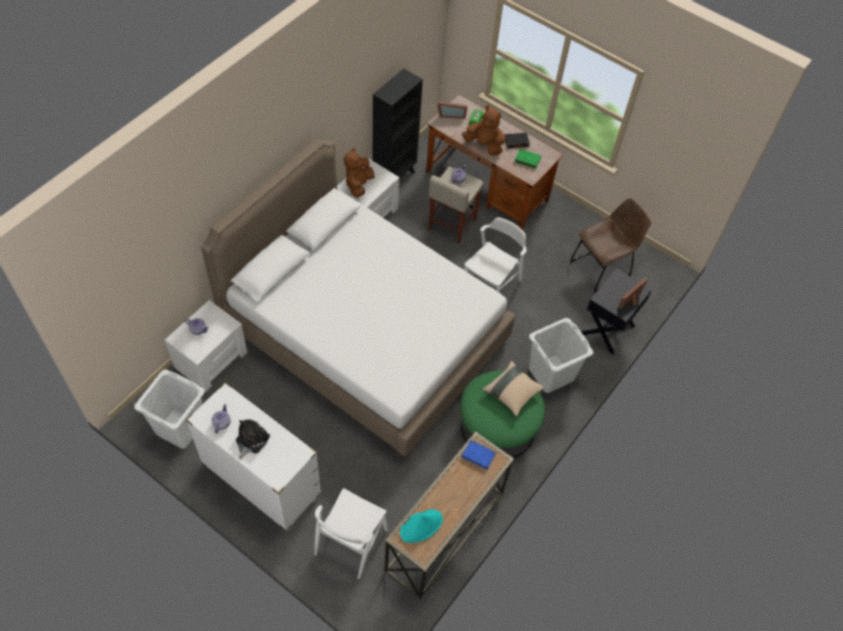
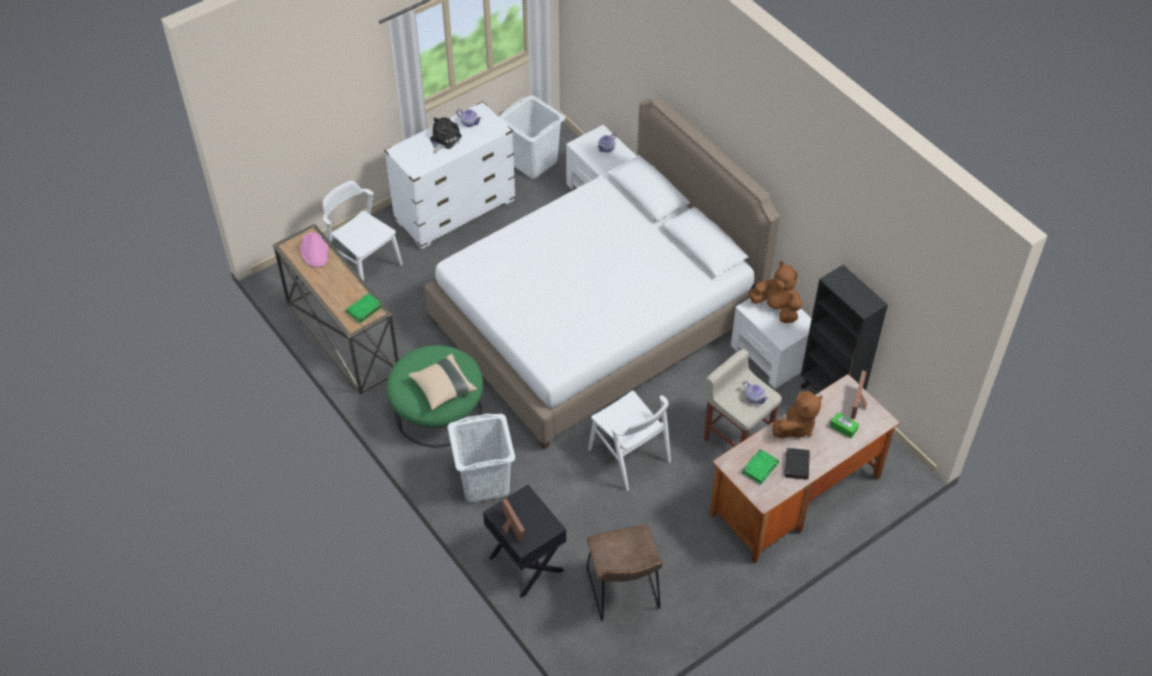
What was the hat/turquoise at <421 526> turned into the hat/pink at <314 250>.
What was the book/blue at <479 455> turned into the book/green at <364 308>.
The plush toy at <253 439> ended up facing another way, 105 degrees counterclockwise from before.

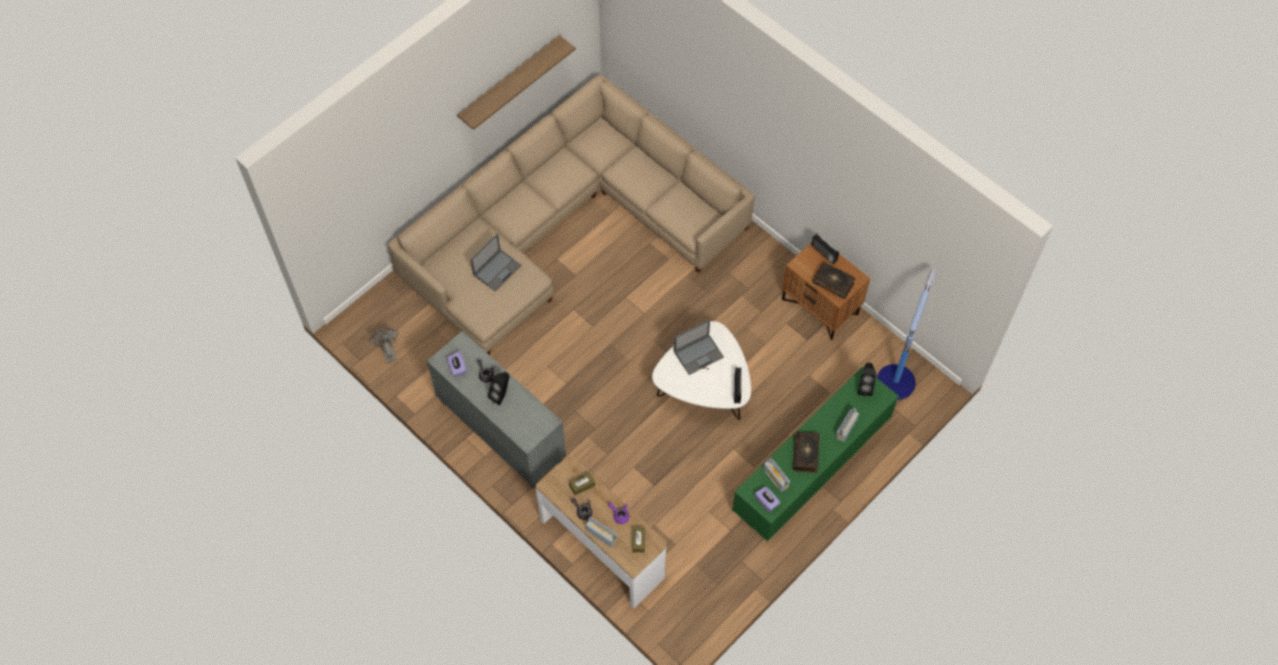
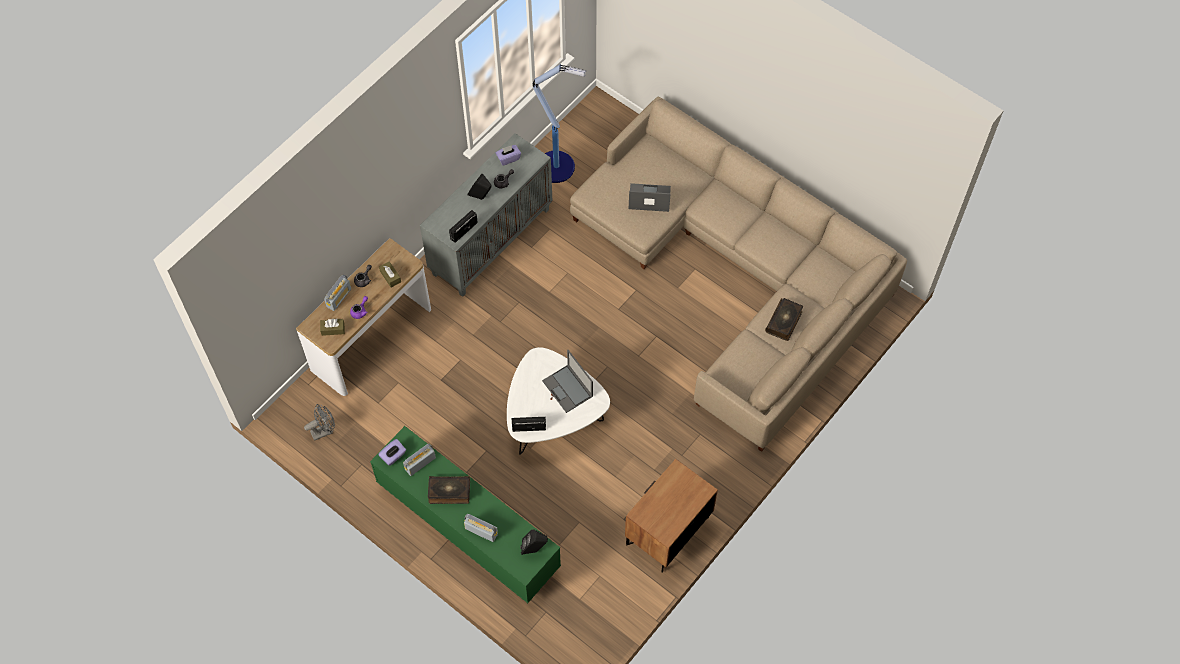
The second view lost the shelf at <516 82>.
The fan/grey ended up elsewhere, having gone from <384 345> to <319 422>.
The radio ended up elsewhere, having gone from <825 248> to <463 226>.
The book ended up elsewhere, having gone from <833 280> to <784 319>.
The floor lamp ended up elsewhere, having gone from <906 334> to <559 123>.
The laptop at <496 262> ended up facing another way, 150 degrees clockwise from before.

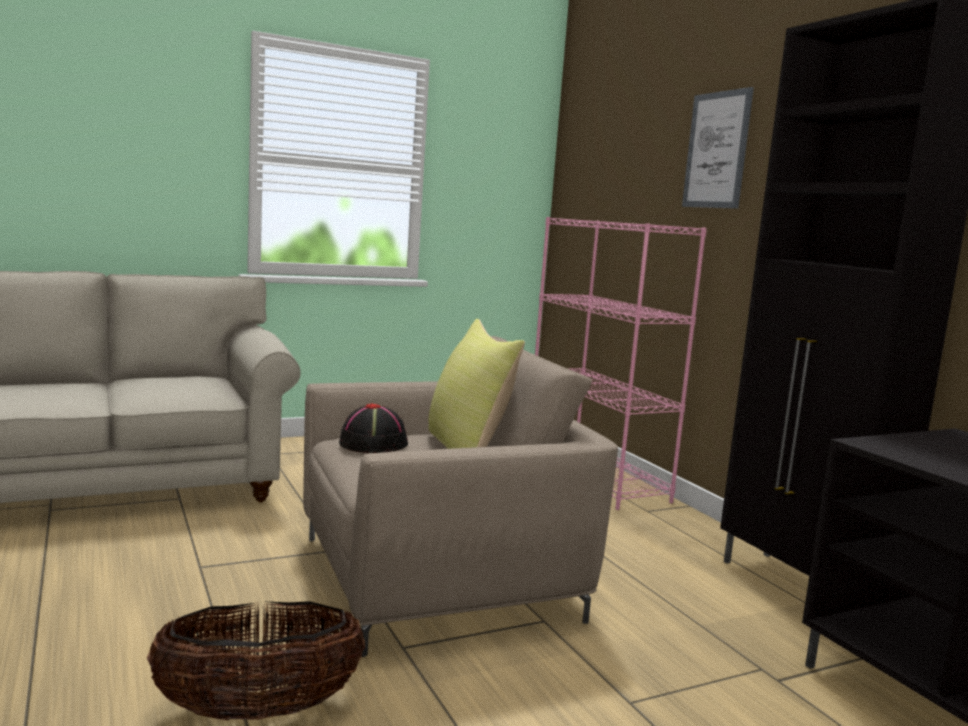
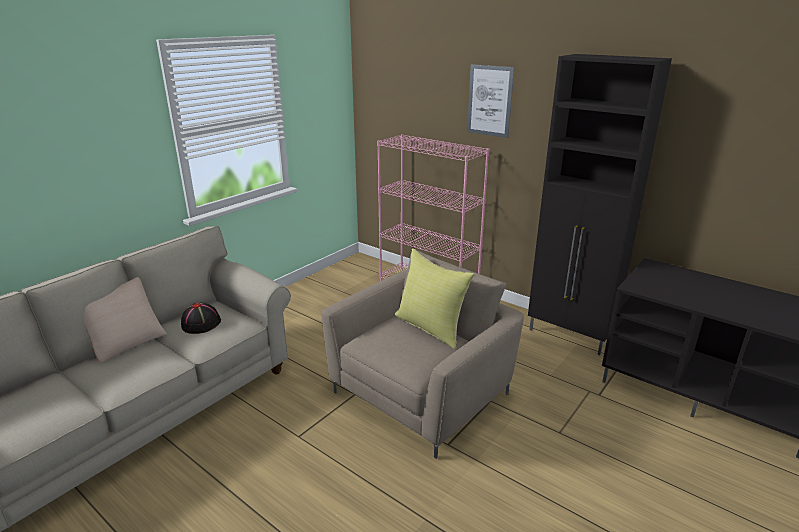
The second view lost the basket at <255 660>.
The second view gained the pillow/beige at <125 320>.
The hat/black ended up elsewhere, having gone from <373 428> to <201 318>.

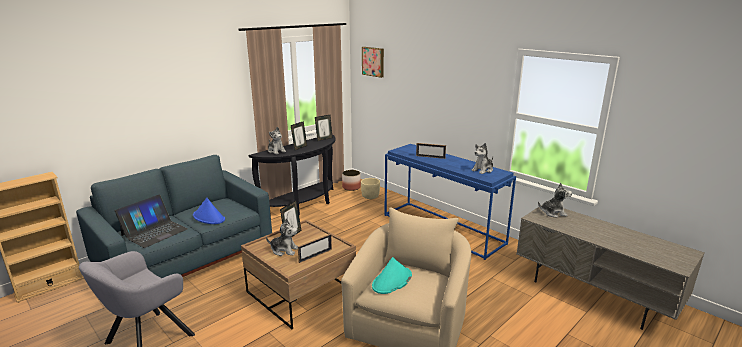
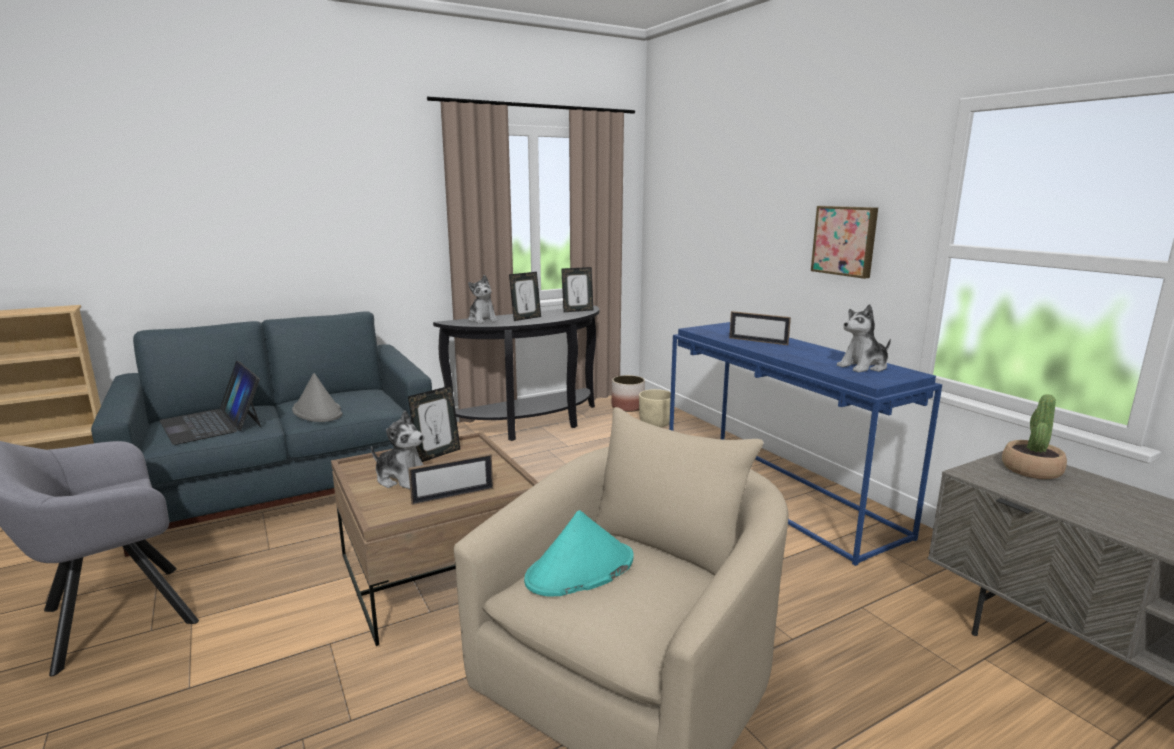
The picture ended up elsewhere, having gone from <373 62> to <844 242>.
Where the plush toy stood at <555 200>, the potted plant came to stand at <1034 436>.
What was the hat/blue at <209 211> turned into the hat/grey at <317 397>.
The laptop at <151 221> ended up facing another way, 90 degrees clockwise from before.

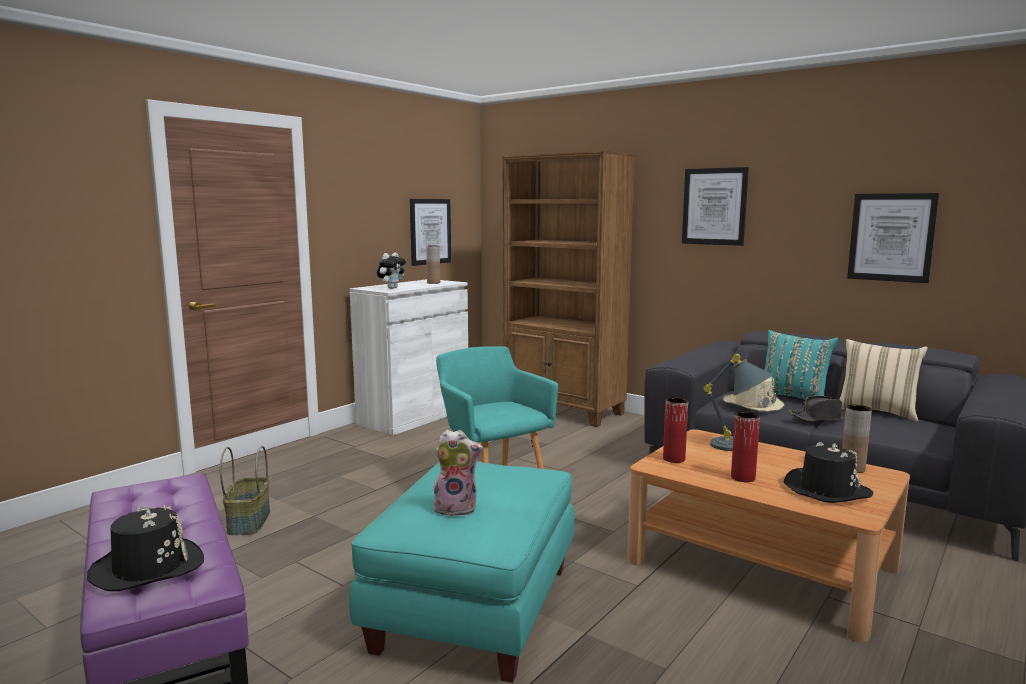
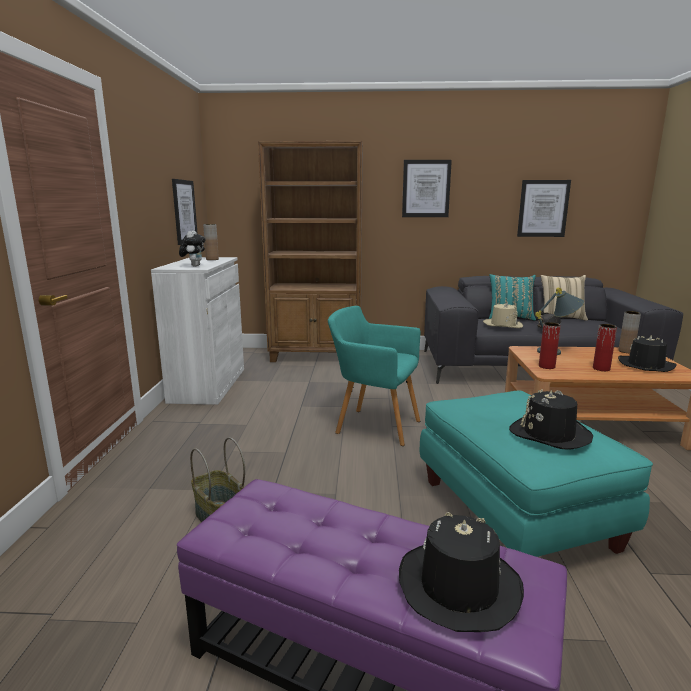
Where the plush toy stood at <457 473>, the hat/black came to stand at <551 419>.

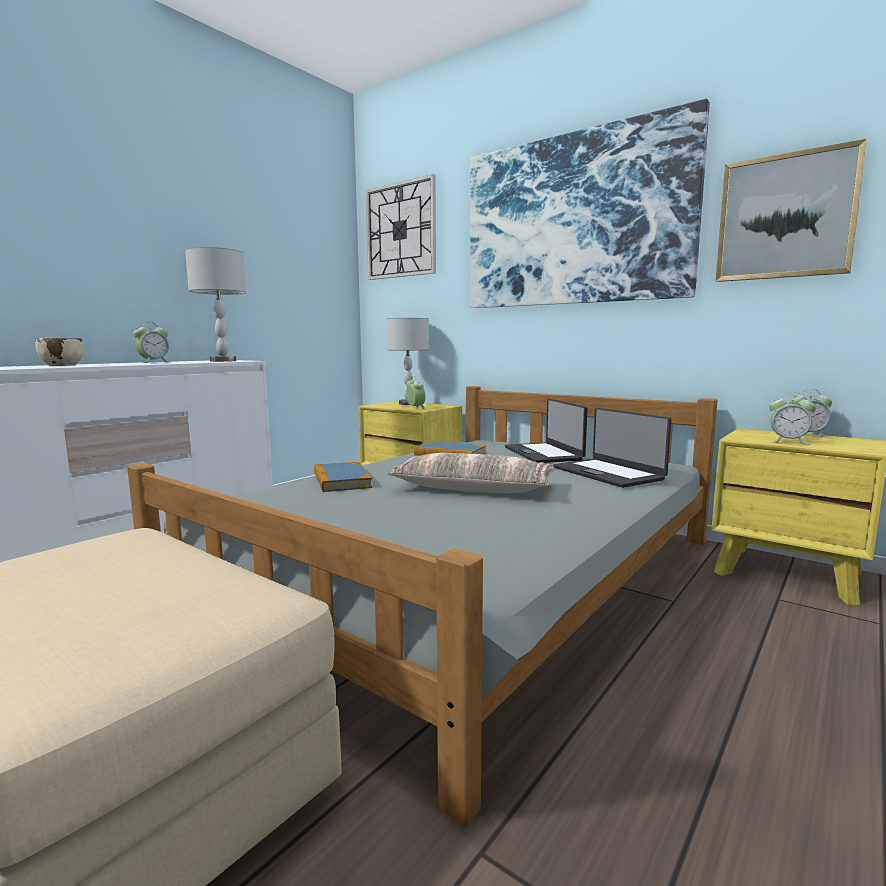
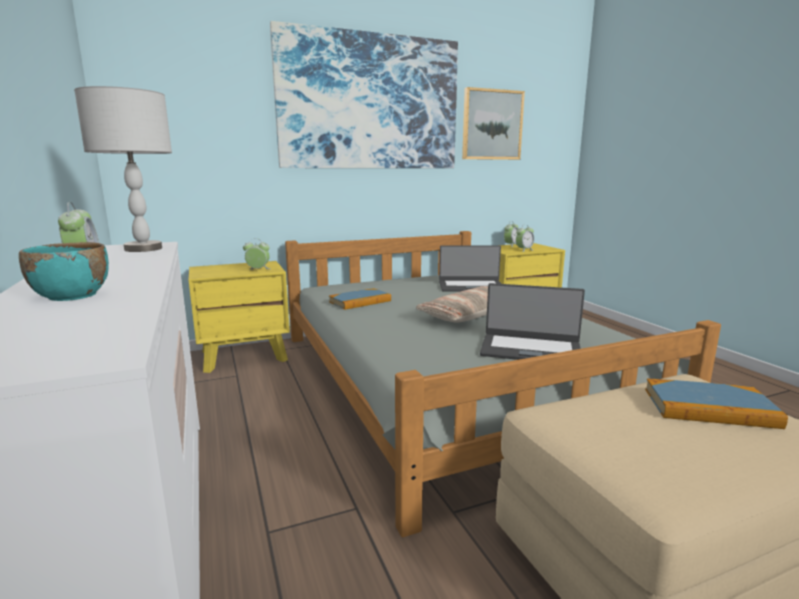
The second view lost the wall clock at <400 227>.
The second view lost the table lamp/grey at <407 361>.
The book ended up elsewhere, having gone from <343 477> to <716 403>.
The laptop ended up elsewhere, having gone from <546 430> to <532 321>.
What was the bowl/beige at <59 352> turned into the bowl/turquoise at <64 271>.

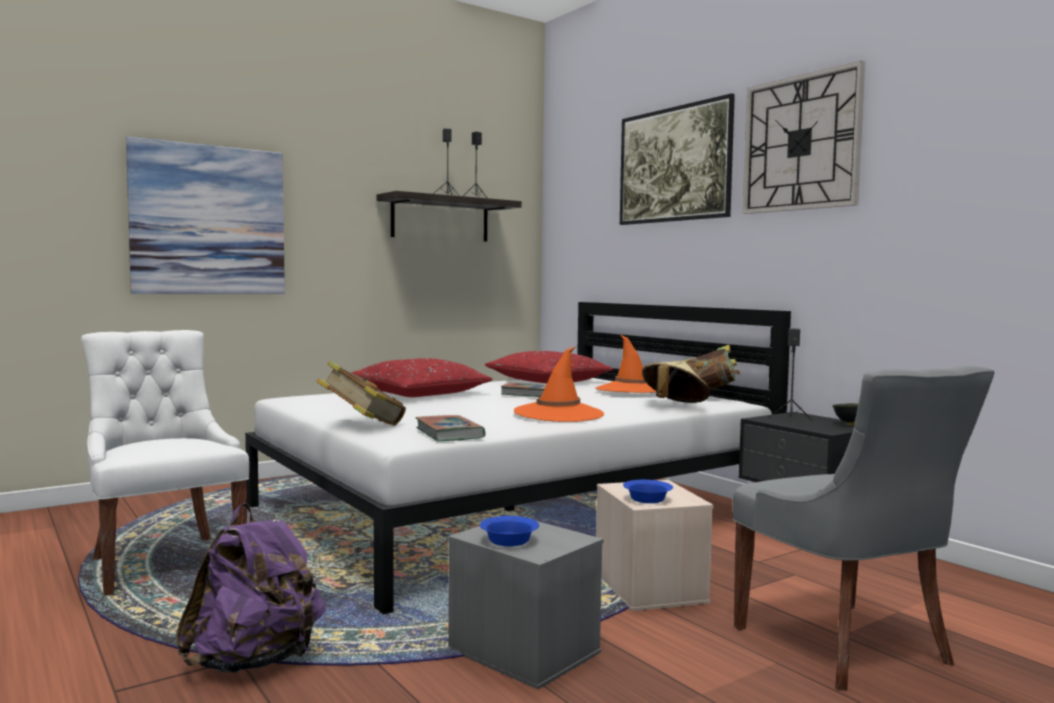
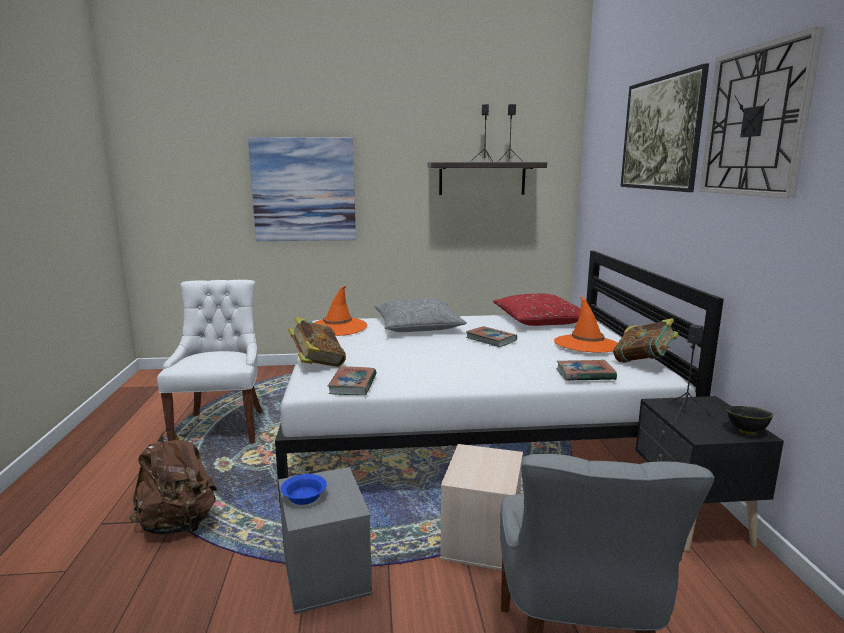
The second view lost the bowl/blue at <648 491>.
The hat/orange ended up elsewhere, having gone from <559 384> to <340 310>.
Where the hat/beige stood at <676 382>, the book came to stand at <586 370>.
What was the backpack/purple at <250 588> turned into the backpack/brown at <173 481>.
What was the pillow/red at <421 377> turned into the pillow/grey at <420 315>.

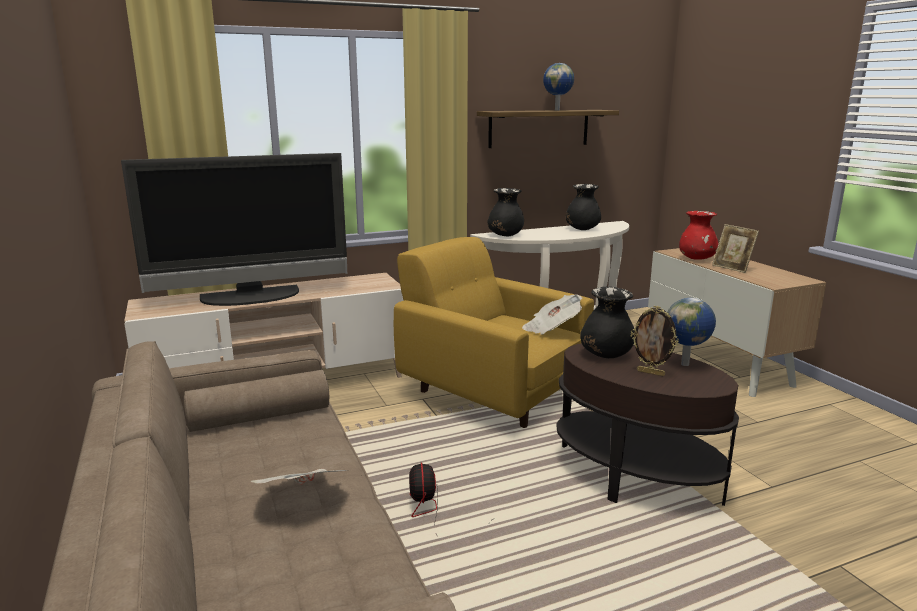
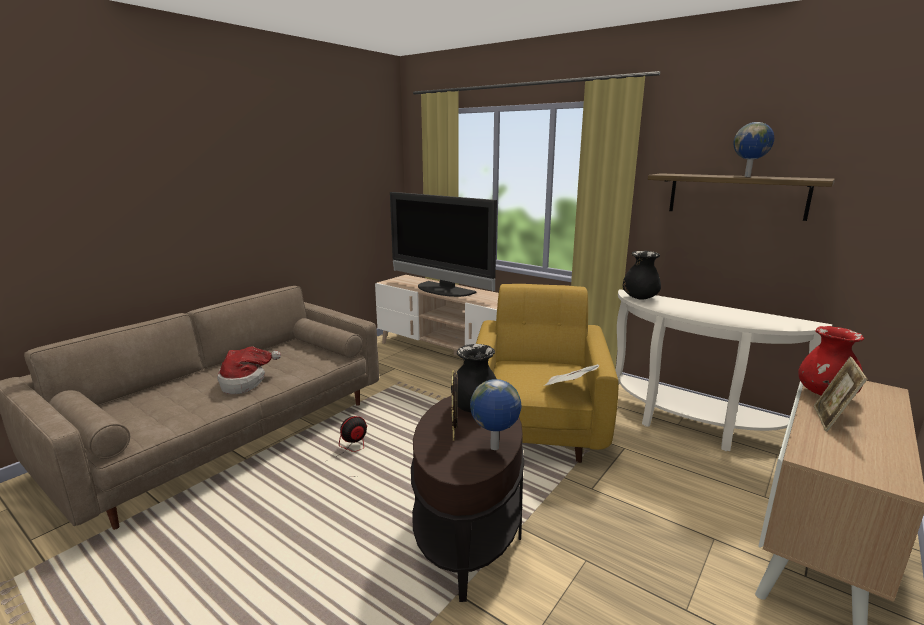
The second view lost the vase/black at <583 207>.
Where the newspaper stood at <299 477>, the hat came to stand at <249 370>.

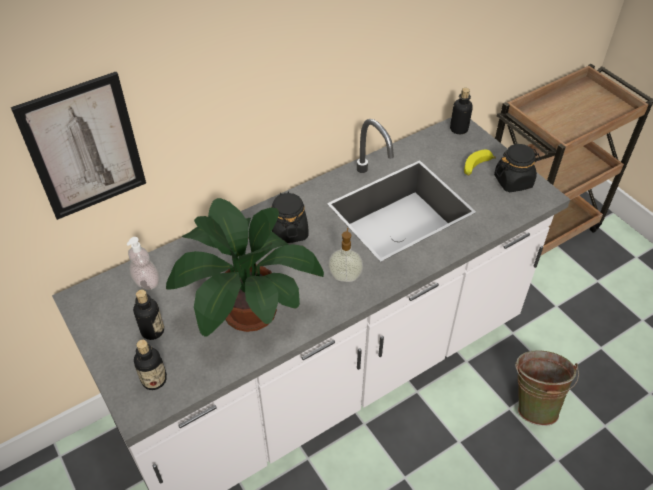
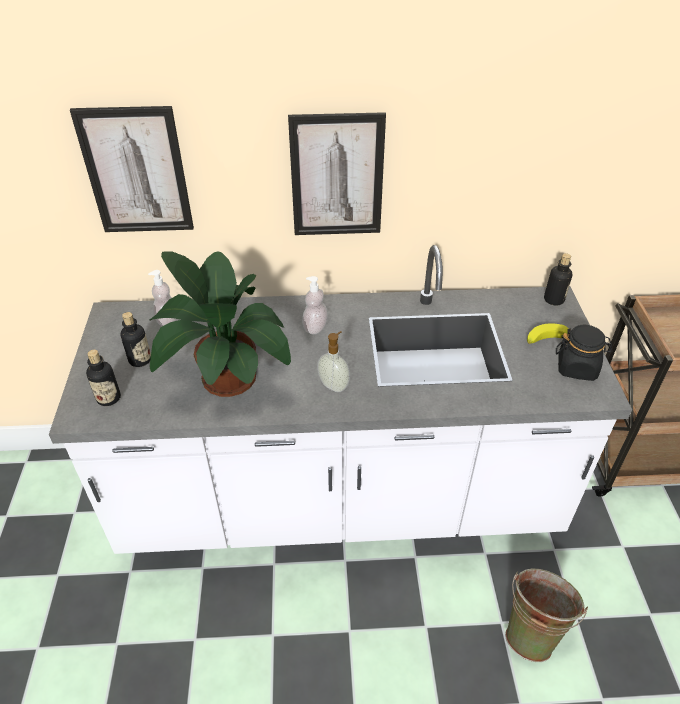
The second view gained the picture at <337 173>.
Where the jar/black stood at <290 217>, the soap dispenser came to stand at <315 305>.

